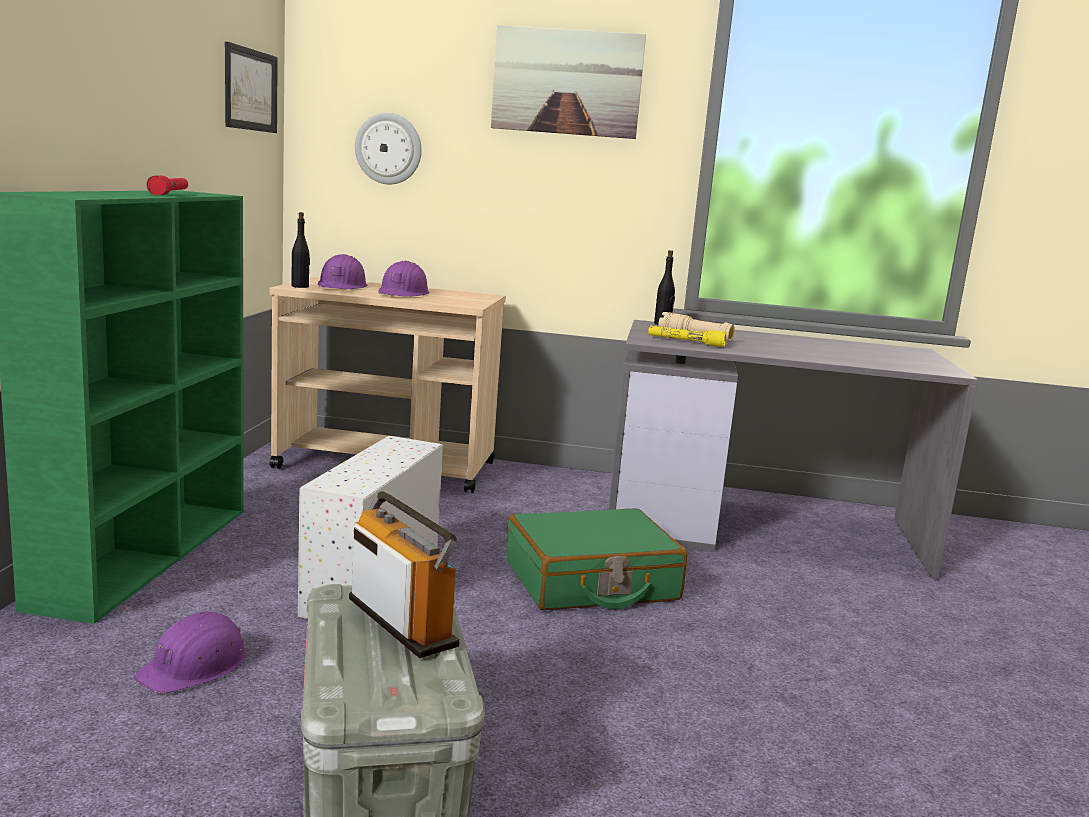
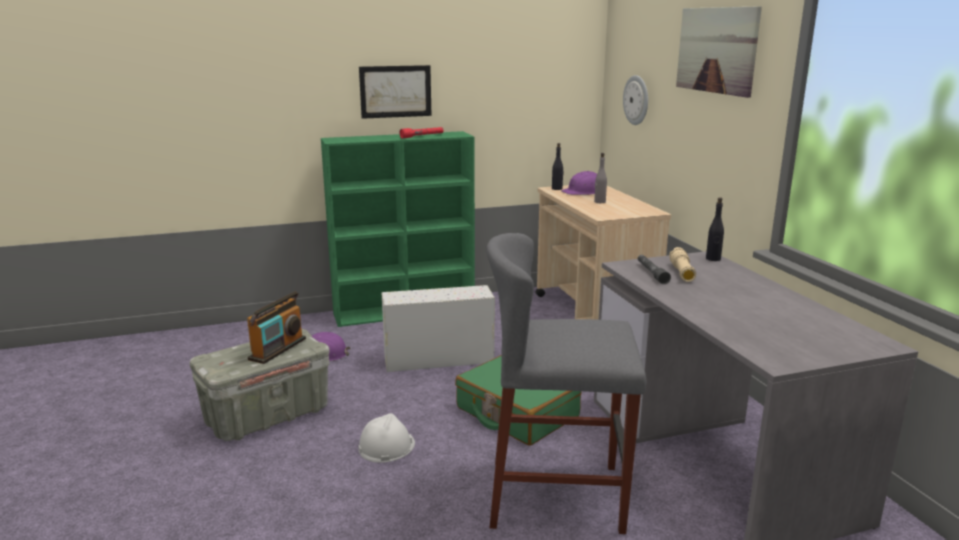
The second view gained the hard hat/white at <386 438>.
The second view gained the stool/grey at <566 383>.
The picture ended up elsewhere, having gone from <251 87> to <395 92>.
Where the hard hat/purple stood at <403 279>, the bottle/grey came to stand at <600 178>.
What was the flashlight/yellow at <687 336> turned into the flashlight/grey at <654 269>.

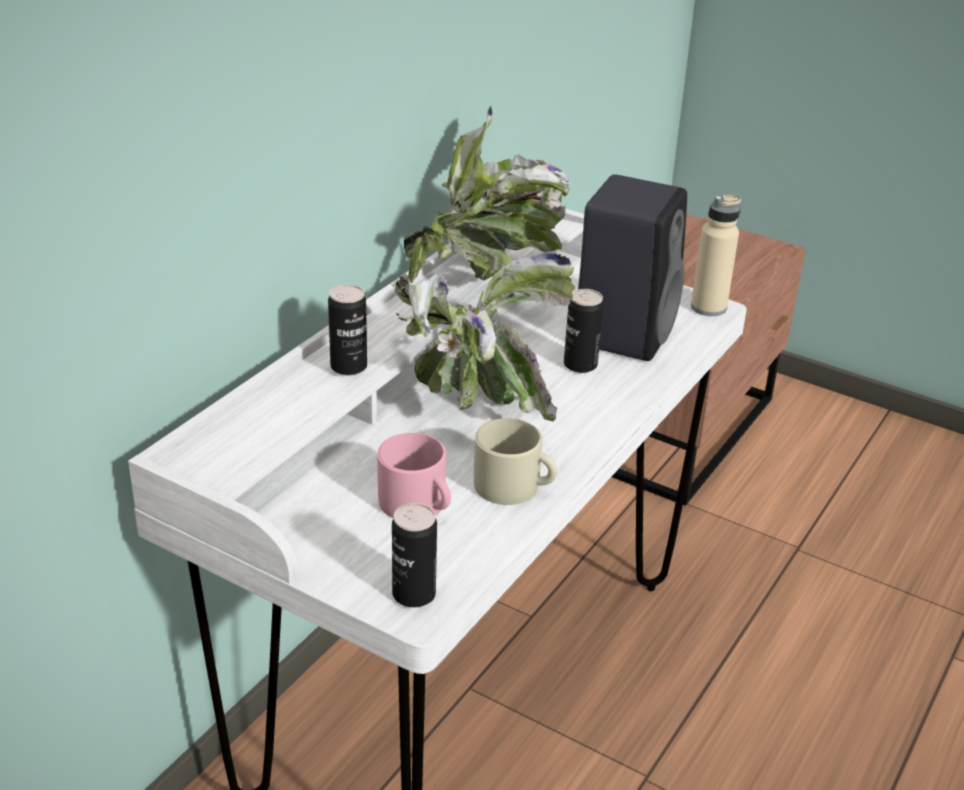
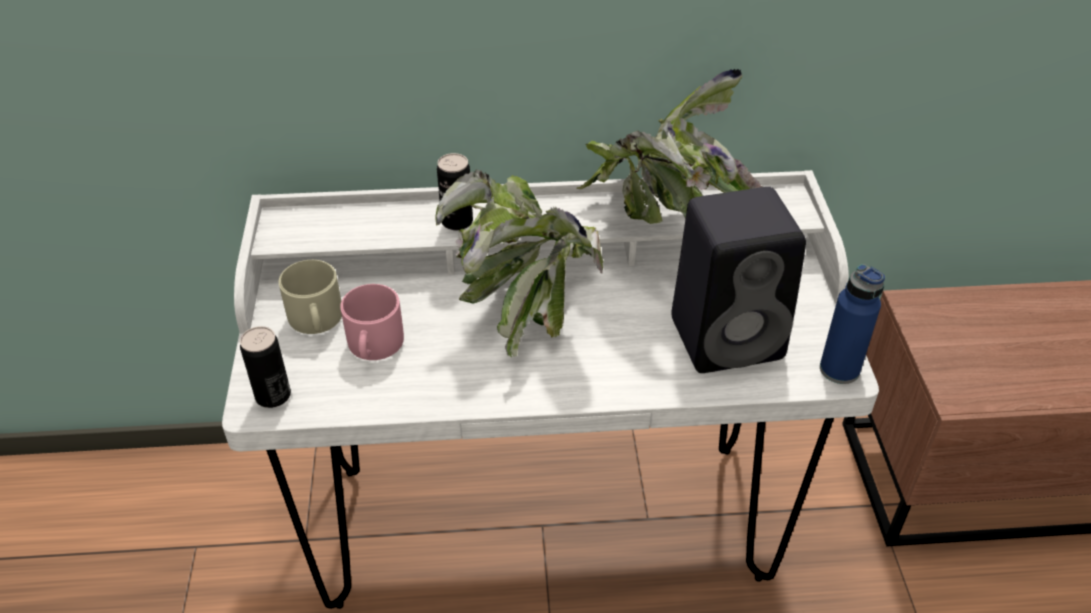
The second view lost the can at <584 331>.
The mug/beige ended up elsewhere, having gone from <515 461> to <310 297>.
What was the bottle/beige at <716 255> turned into the bottle/blue at <852 324>.

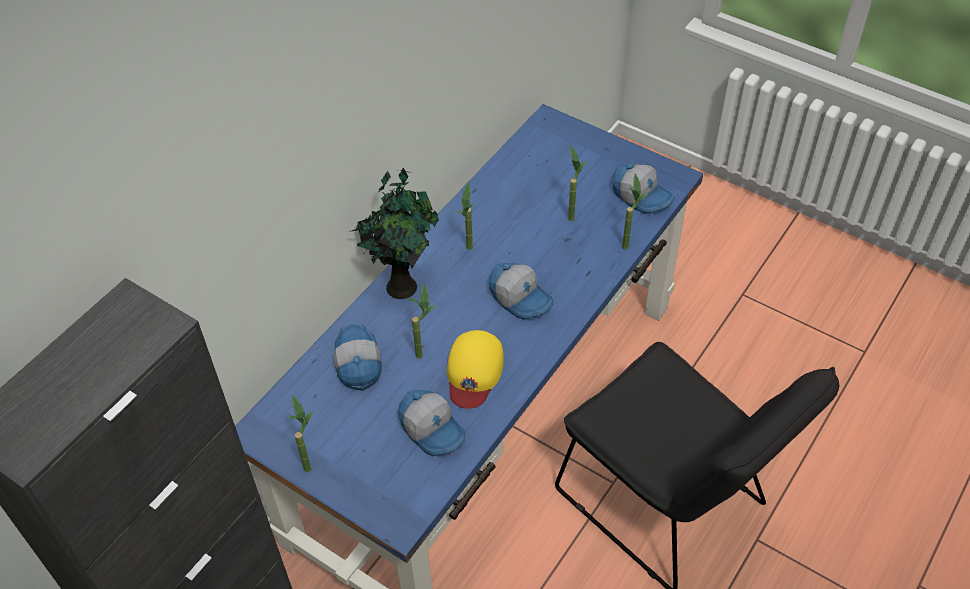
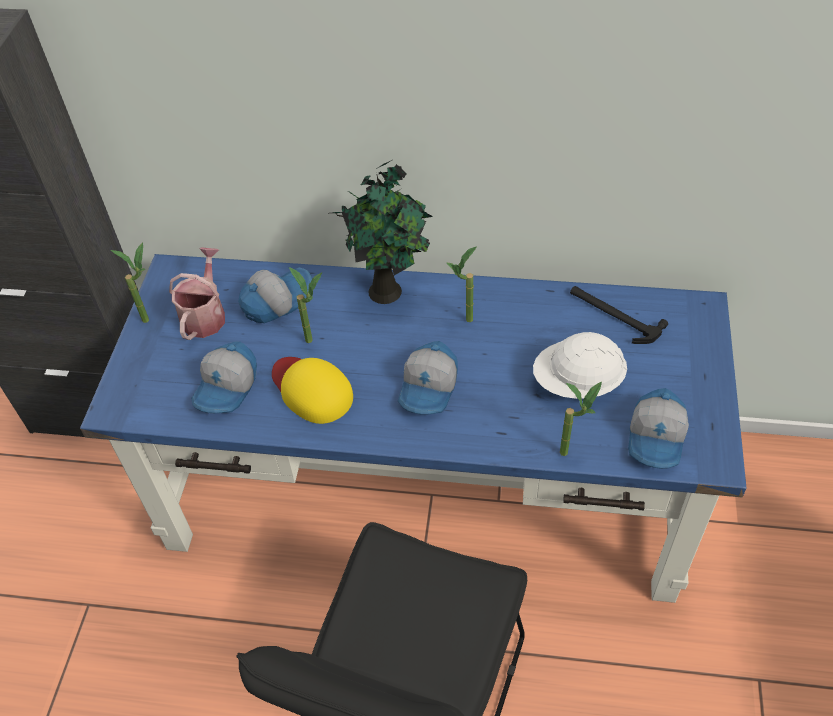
The second view gained the watering can at <197 293>.
The second view gained the hammer at <619 315>.
Where the potted plant stood at <577 183>, the hard hat/white came to stand at <580 365>.
The cap/yellow at <475 369> ended up facing another way, 60 degrees clockwise from before.

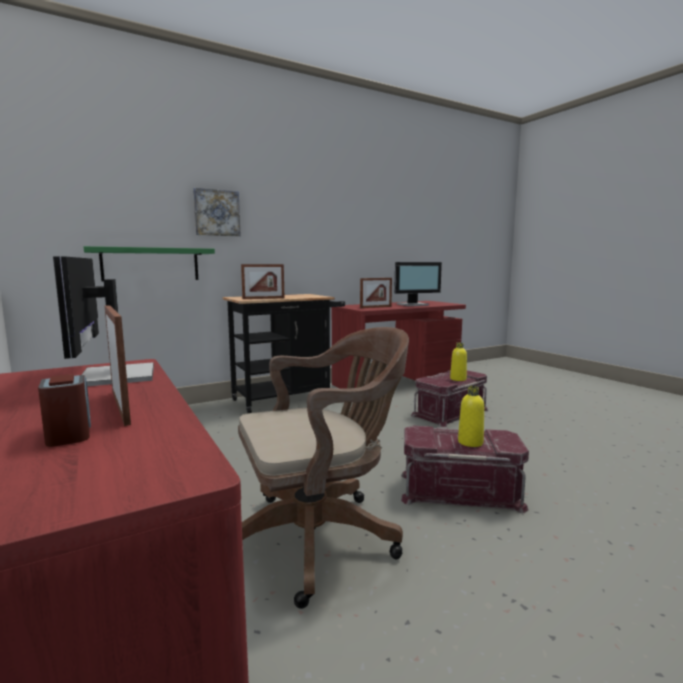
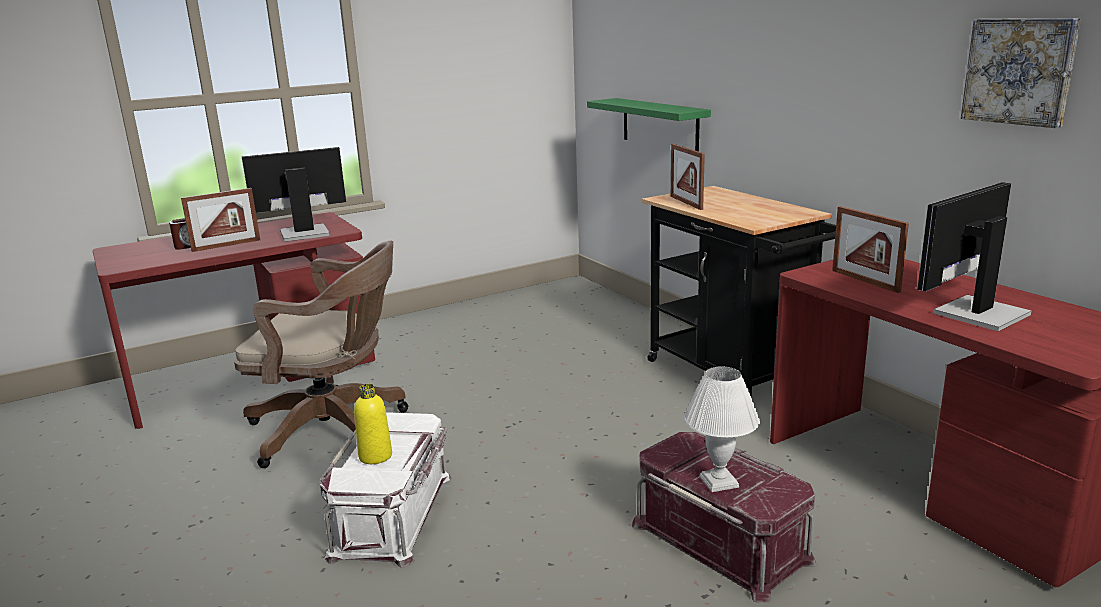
The picture ended up elsewhere, having gone from <217 212> to <1021 73>.
Where the bottle/yellow stood at <458 361>, the table lamp/white came to stand at <722 429>.
What was the storage box/red at <465 470> turned into the storage box/white at <385 490>.
The office chair/brown at <323 468> ended up facing another way, 60 degrees counterclockwise from before.
The monitor at <418 284> ended up facing another way, 75 degrees clockwise from before.

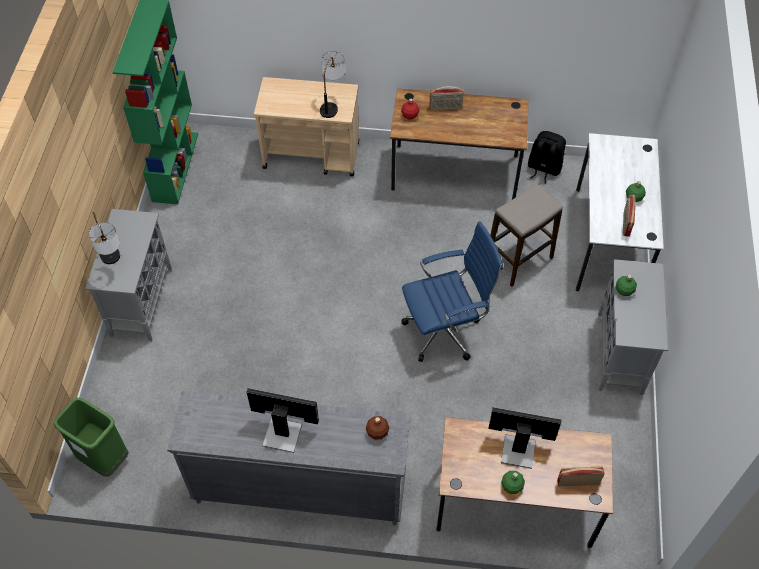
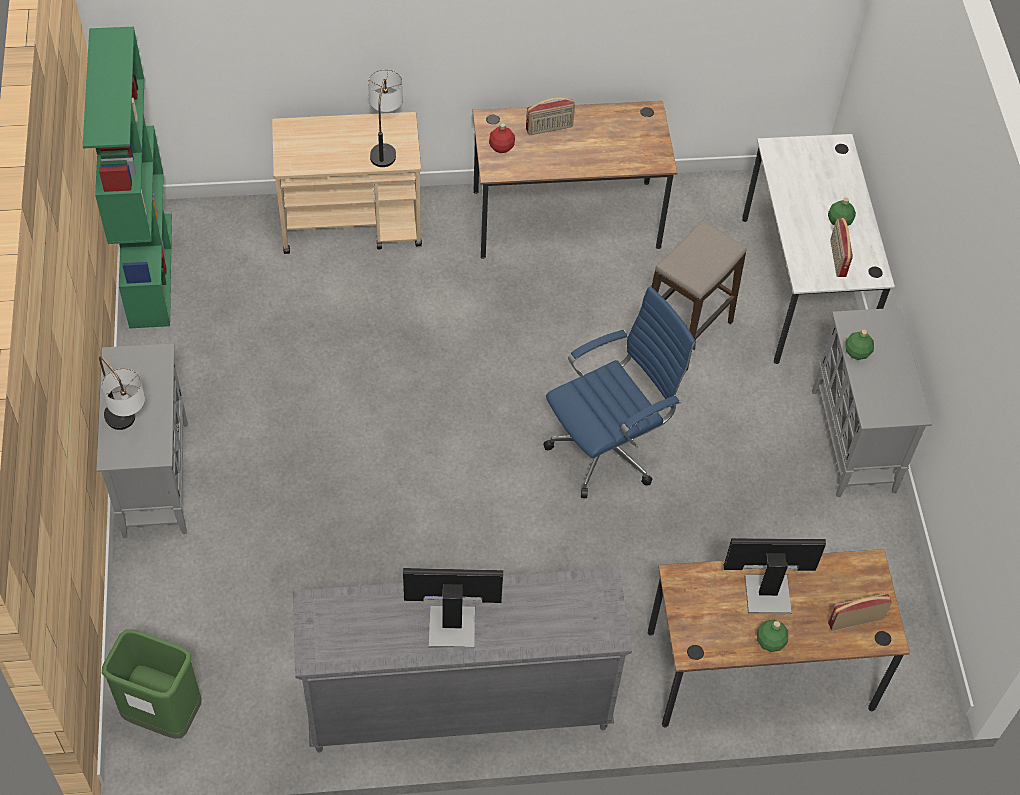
The second view lost the bottle/brown at <377 428>.
The second view lost the backpack/black at <547 157>.

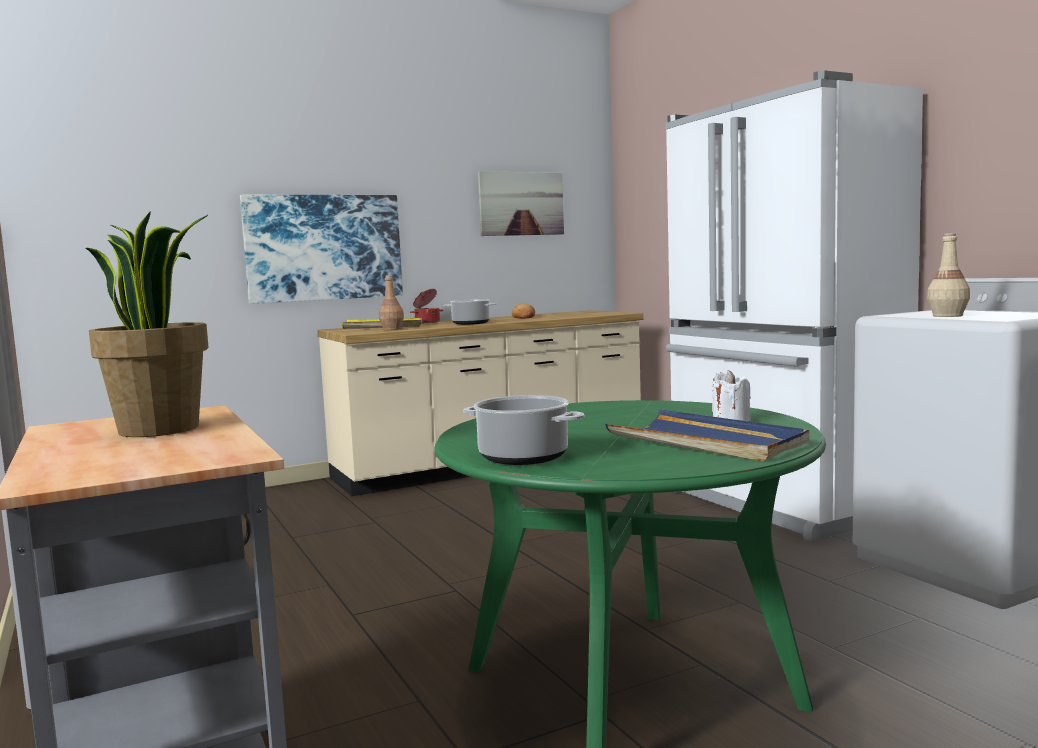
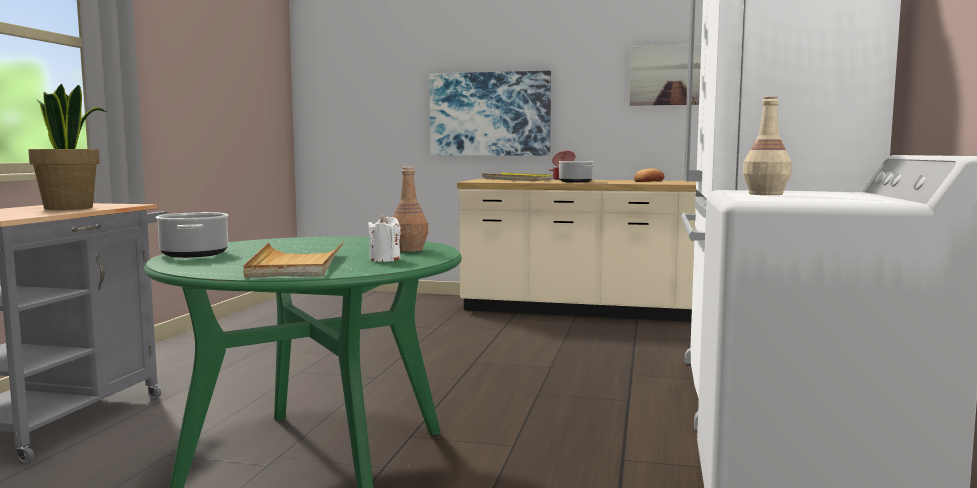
The bottle/brown ended up elsewhere, having gone from <391 302> to <410 209>.
What was the tray/blue at <707 435> turned into the tray/beige at <293 260>.

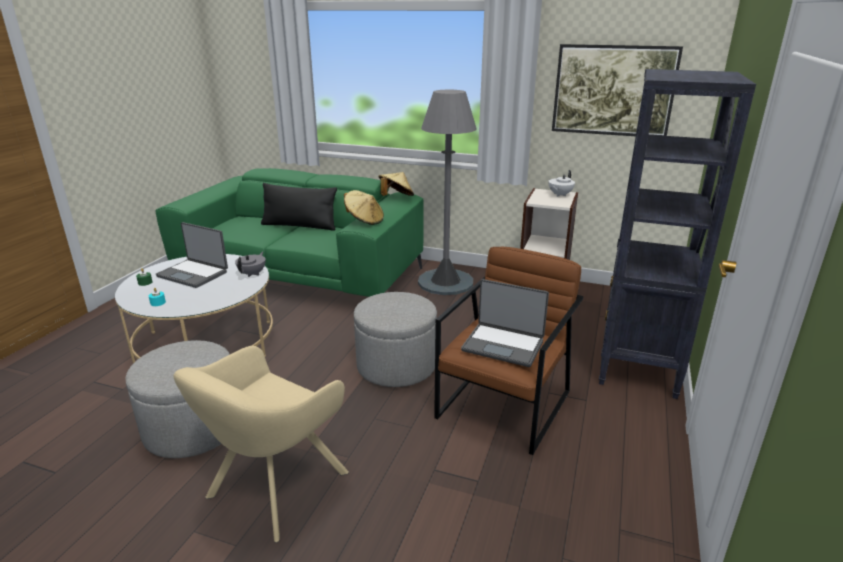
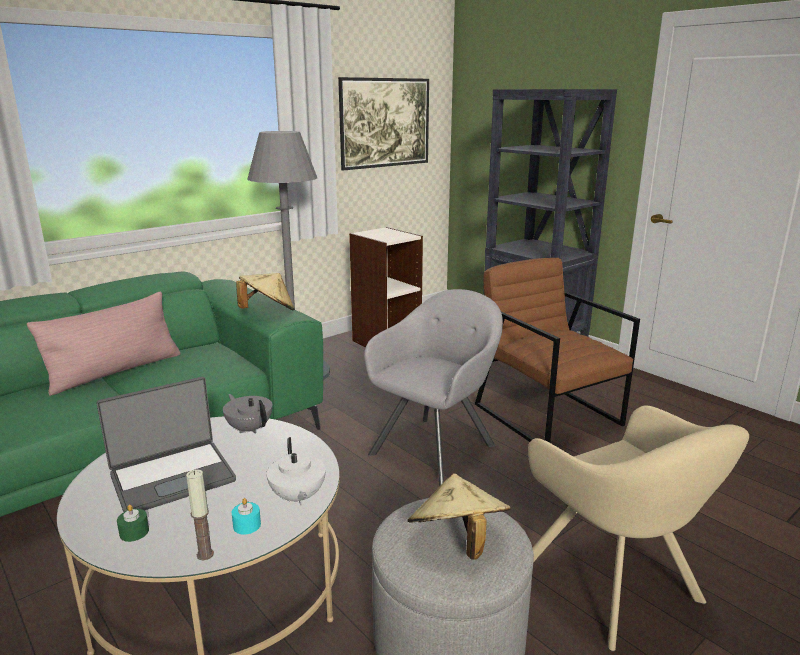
The second view lost the laptop at <505 323>.
The second view gained the candle at <200 514>.
The hat/beige ended up elsewhere, having gone from <396 184> to <459 517>.
The teapot/white ended up elsewhere, having gone from <561 183> to <296 471>.
Where the ottoman/grey stood at <395 339>, the armchair/grey came to stand at <433 387>.
What was the pillow/black at <299 207> turned into the pillow/pink at <103 343>.

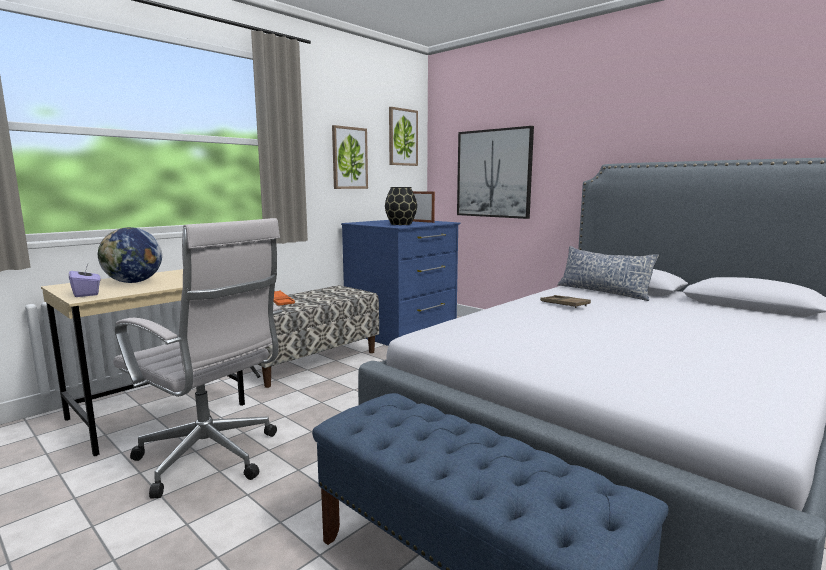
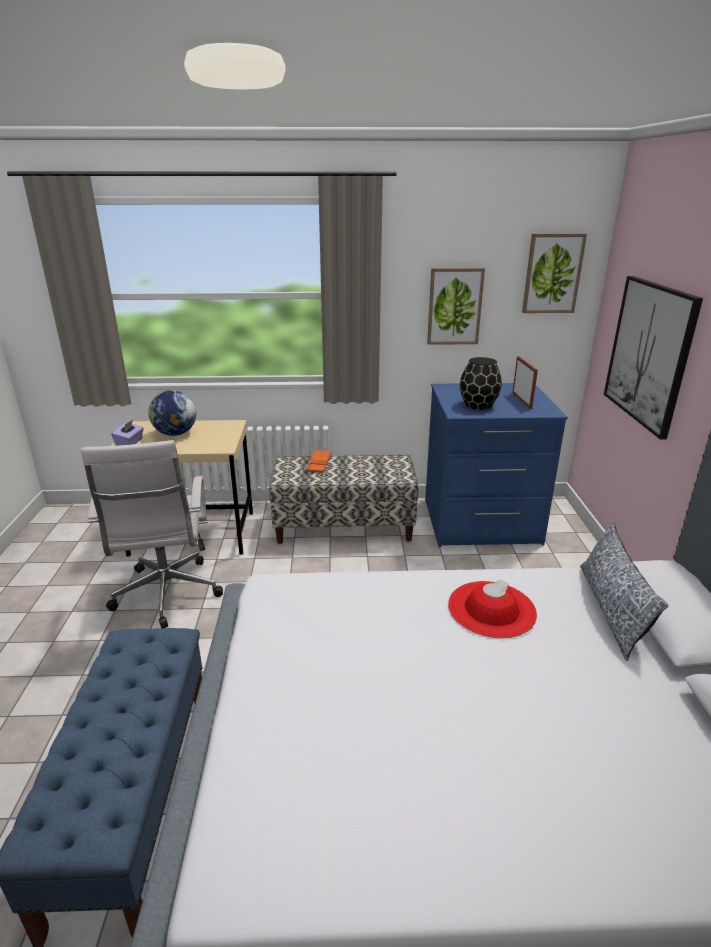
Where the tray/brown stood at <565 301>, the hat/red came to stand at <492 609>.

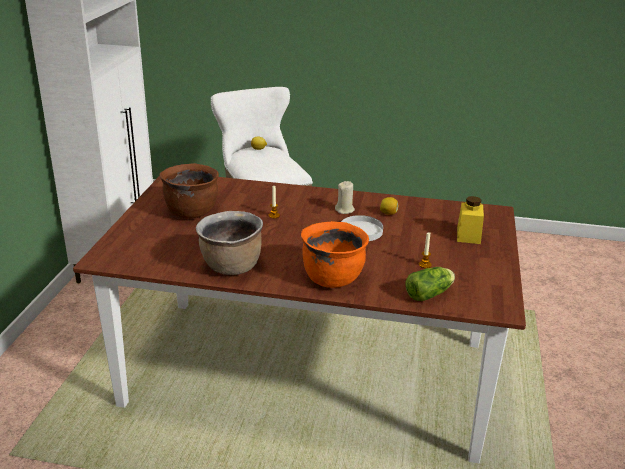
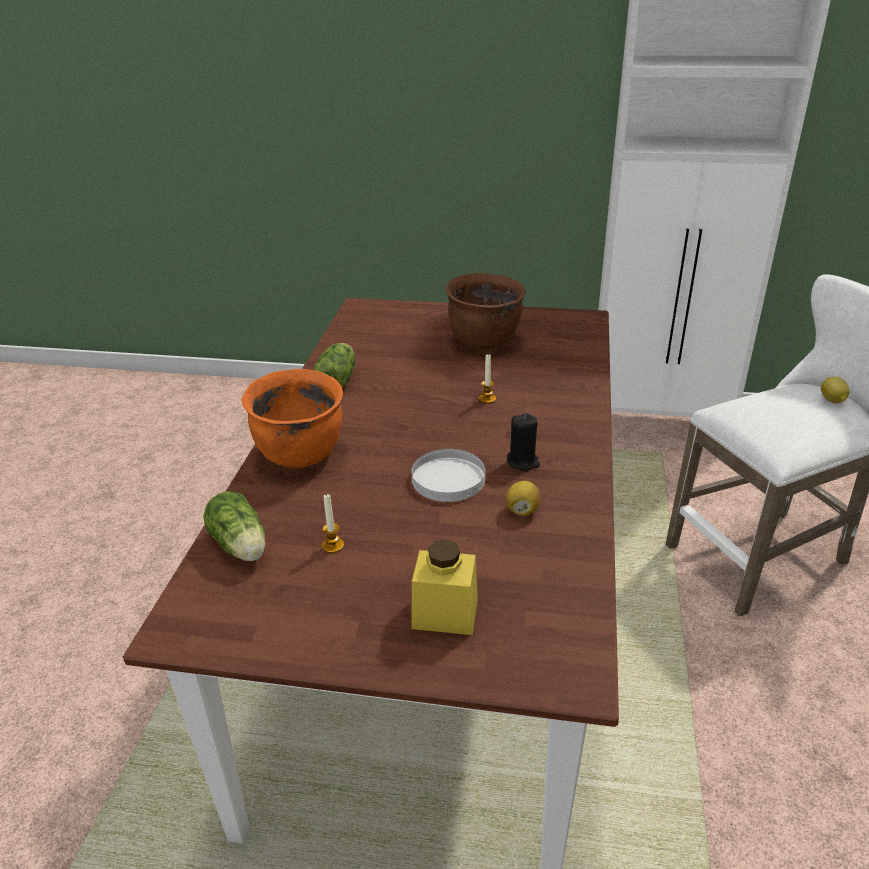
Where the cooking pot/brown stood at <229 243>, the lettuce came to stand at <334 365>.
What was the candle/beige at <345 197> turned into the candle/black at <523 442>.

